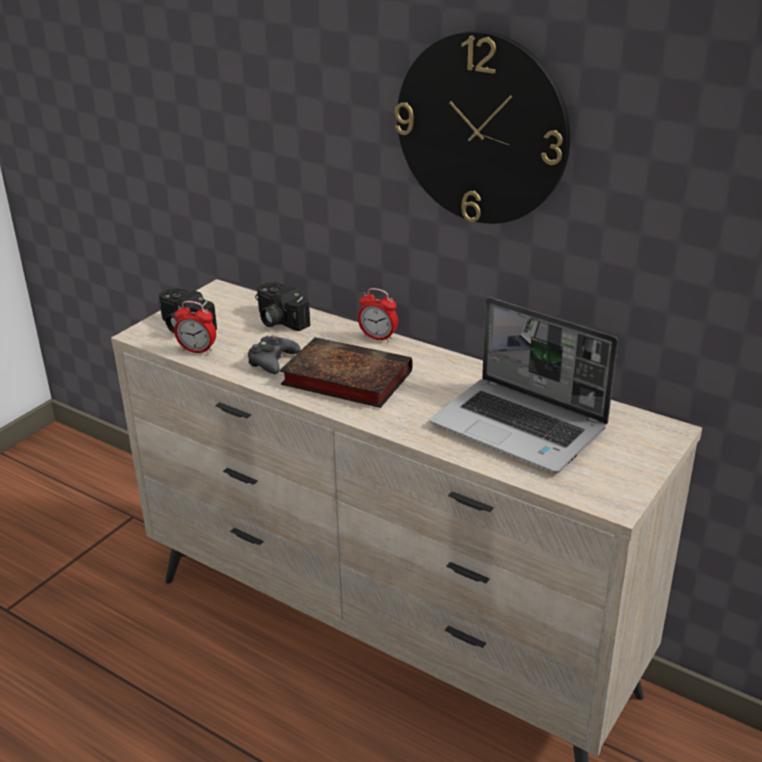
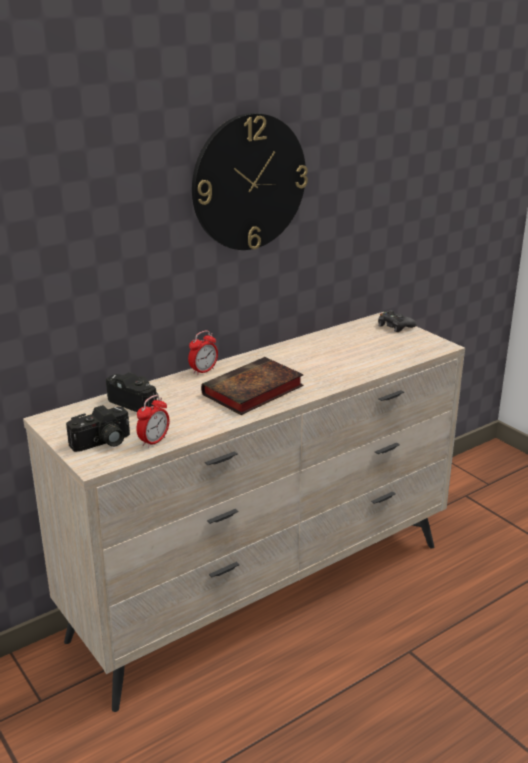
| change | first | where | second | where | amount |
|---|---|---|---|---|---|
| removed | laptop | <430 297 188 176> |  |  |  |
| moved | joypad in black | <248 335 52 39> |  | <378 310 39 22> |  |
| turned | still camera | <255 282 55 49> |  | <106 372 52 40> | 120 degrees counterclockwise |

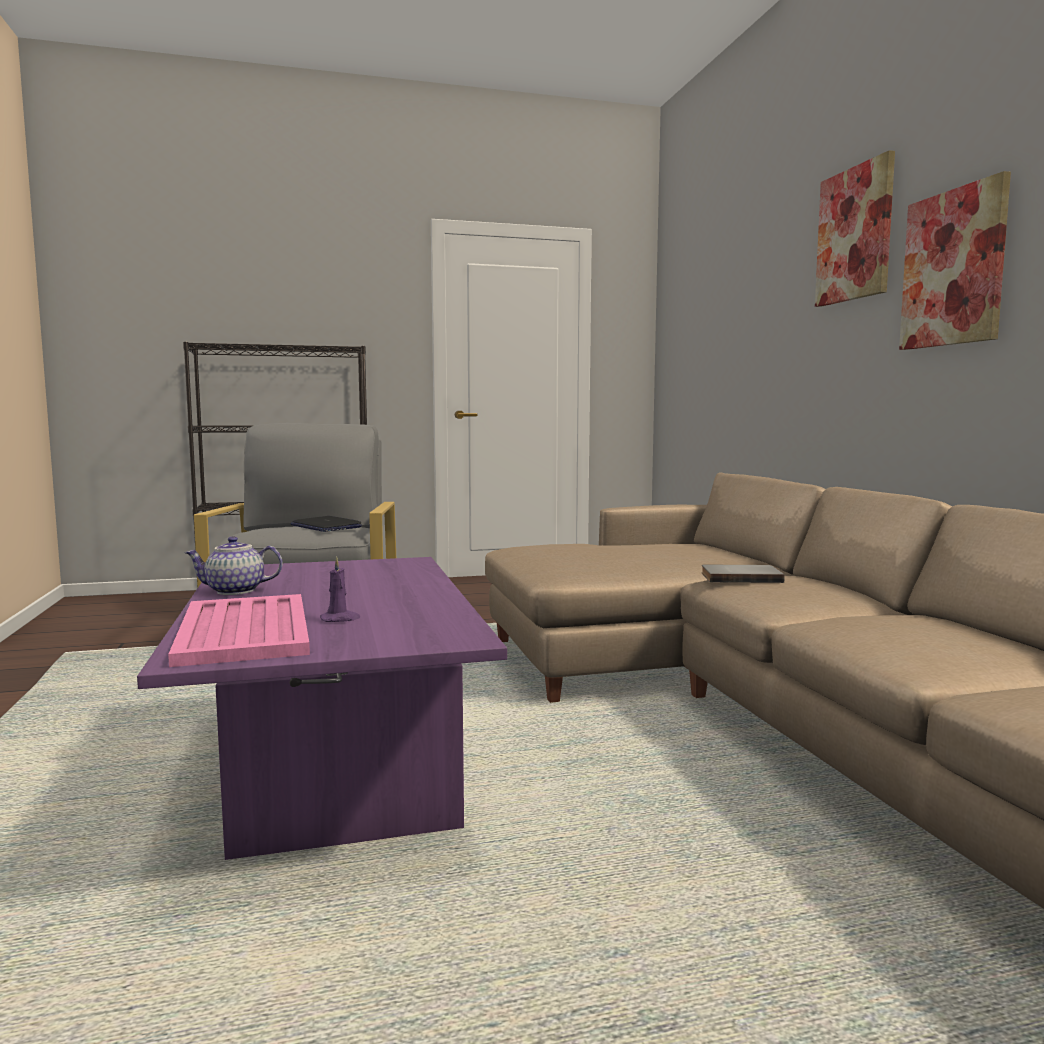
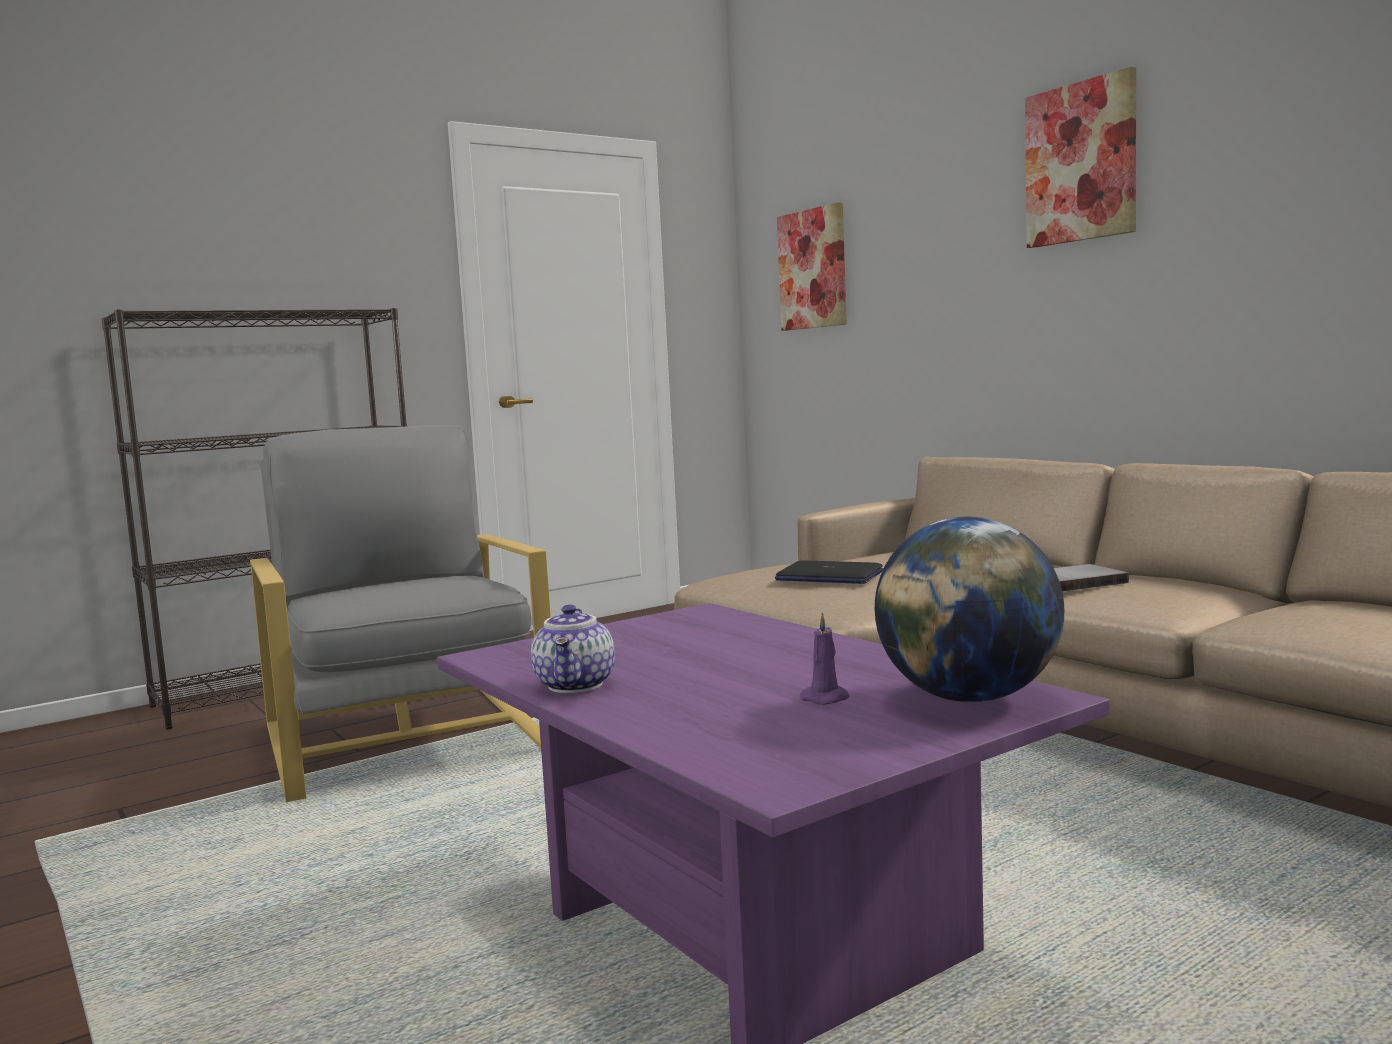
| change | first | where | second | where | amount |
|---|---|---|---|---|---|
| removed | serving tray in pink | <168 594 142 73> |  |  |  |
| added |  |  | desk globe | <875 517 189 186> |  |
| moved | laptop | <290 516 72 16> |  | <775 560 108 24> |  |
| moved | picture | <899 171 112 179> |  | <777 202 70 129> |  |
| turned | tea pot | <185 536 98 59> |  | <531 605 84 88> | 60 degrees counterclockwise |

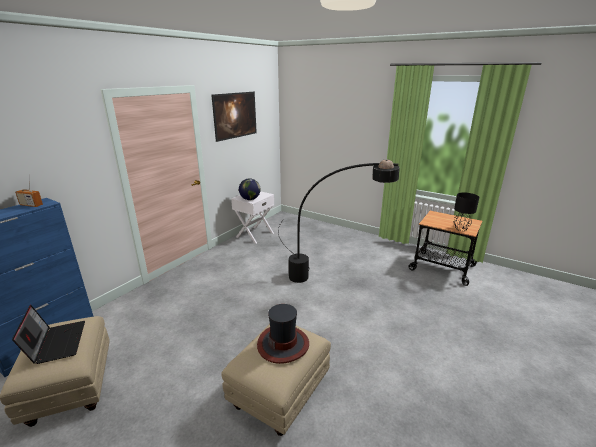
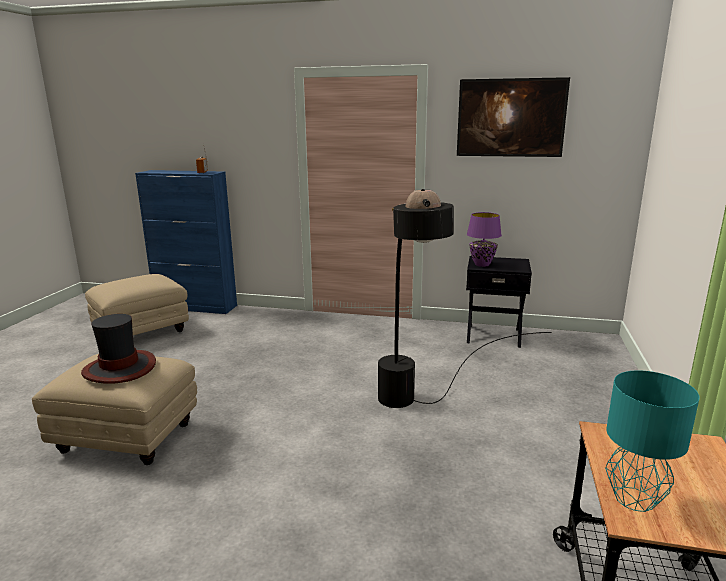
| change | first | where | second | where | amount |
|---|---|---|---|---|---|
| removed | laptop | <12 305 73 59> |  |  |  |
| replaced | desk globe | <239 178 22 22> | tabletop lamp in purple-coloured | <467 212 35 55> |  |
| recoloured | nightstand in whitish | <231 191 43 53> | nightstand in black | <466 256 66 92> |  |
| recoloured | tabletop lamp in black | <453 193 26 38> | tabletop lamp in turquoise-coloured | <605 370 95 142> |  |

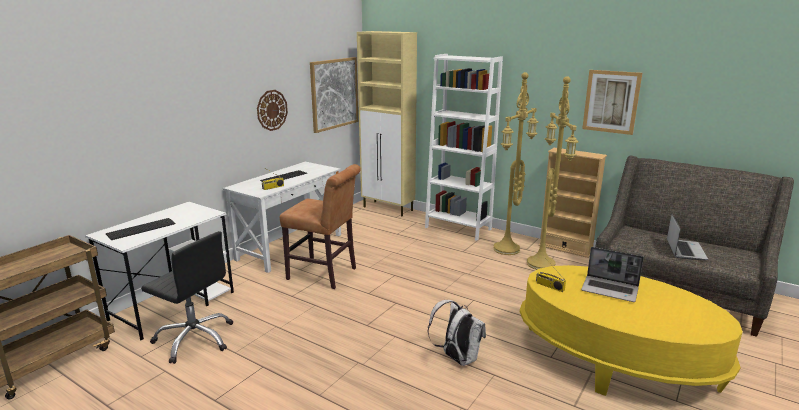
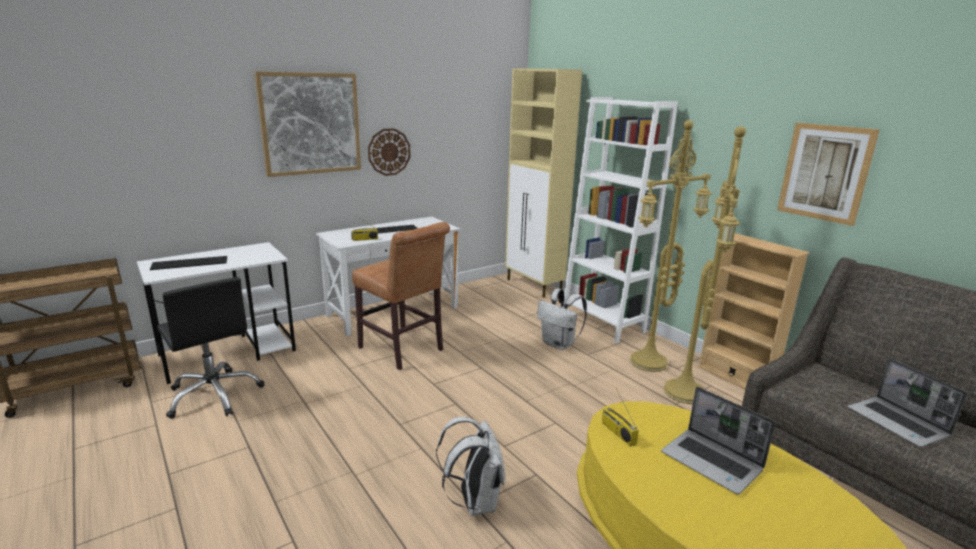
| change | first | where | second | where | amount |
|---|---|---|---|---|---|
| added |  |  | knapsack in whitish | <537 288 50 62> |  |
| moved | picture | <310 57 48 76> |  | <255 71 106 106> |  |
| turned | laptop | <667 214 41 46> |  | <848 358 119 89> | 120 degrees clockwise |

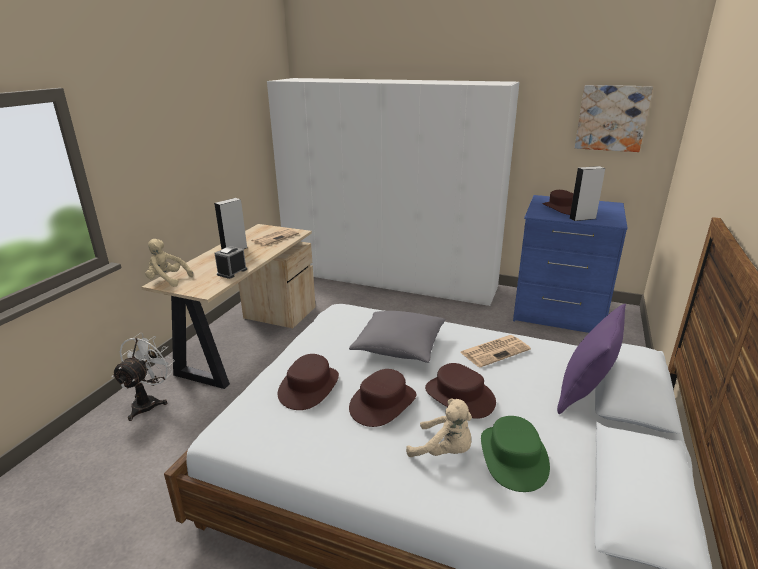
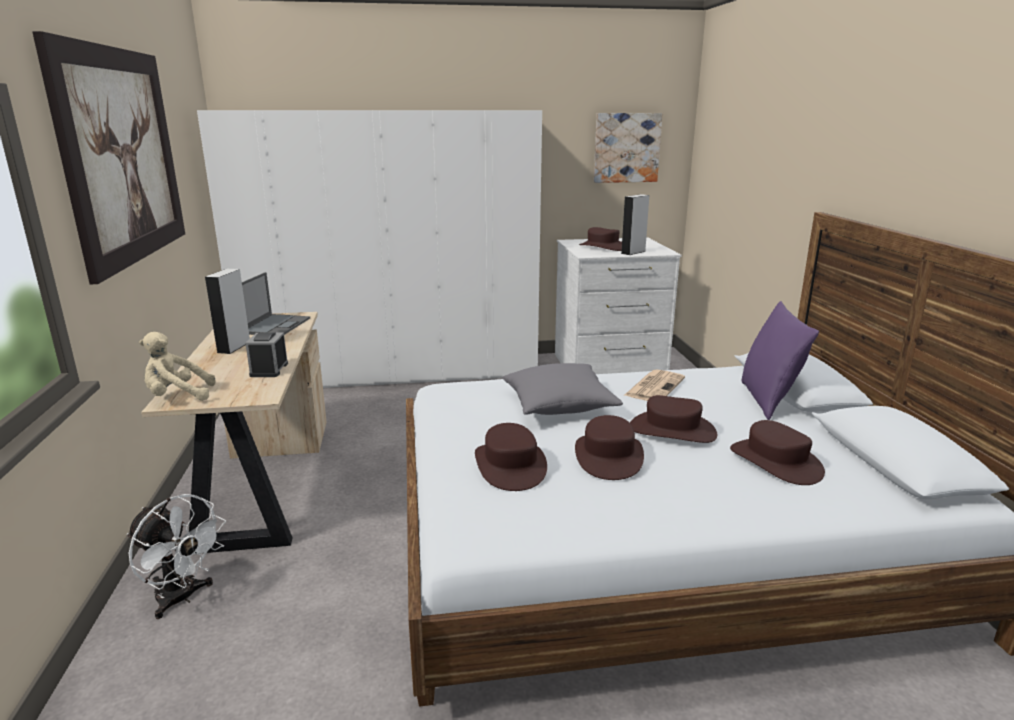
| change | first | where | second | where | amount |
|---|---|---|---|---|---|
| removed | cuddly toy in beige-coloured | <406 399 66 58> |  |  |  |
| added |  |  | picture | <32 31 153 253> |  |
| replaced | daily paper | <251 228 48 18> | laptop | <242 272 68 63> |  |
| recoloured | hat in green-coloured | <481 416 69 76> | hat in brown-coloured | <730 420 95 65> |  |
| recoloured | dresser in blue-coloured | <513 195 115 138> | dresser in whitish | <555 237 126 137> |  |
| turned | fan in whitish | <112 333 62 88> |  | <127 494 99 125> | 135 degrees clockwise |

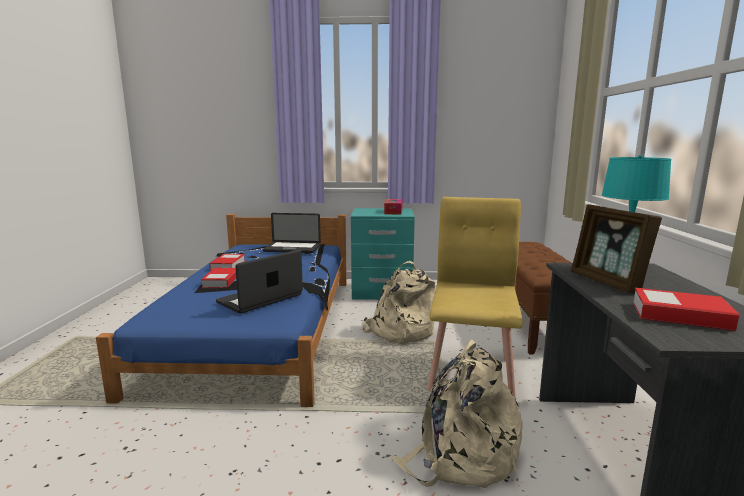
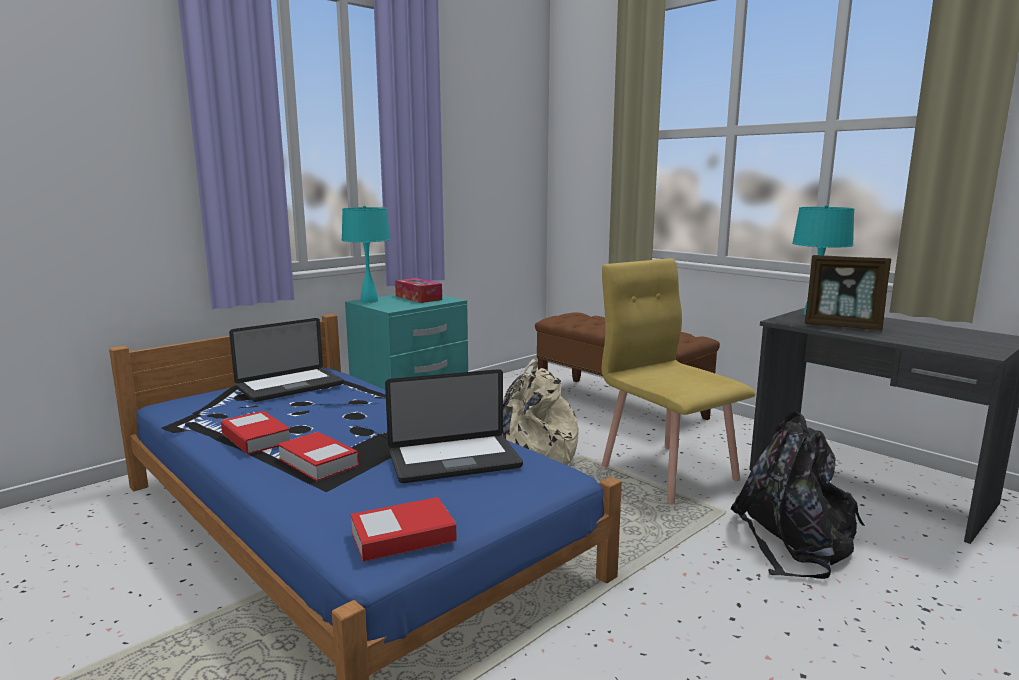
| change | first | where | second | where | amount |
|---|---|---|---|---|---|
| added |  |  | tabletop lamp in turquoise-coloured | <342 206 49 97> |  |
| moved | volume | <633 288 106 43> |  | <350 497 107 65> |  |
| recoloured | knapsack in beige-coloured | <391 339 131 149> | knapsack in black | <731 412 134 167> |  |
| turned | laptop | <216 250 87 64> |  | <385 369 138 114> | 105 degrees counterclockwise |

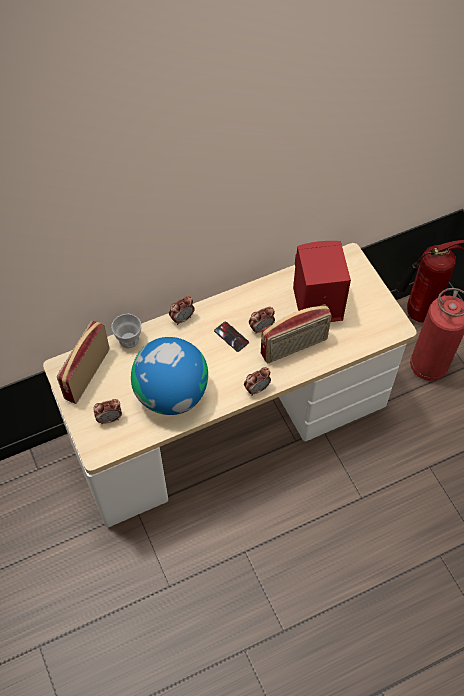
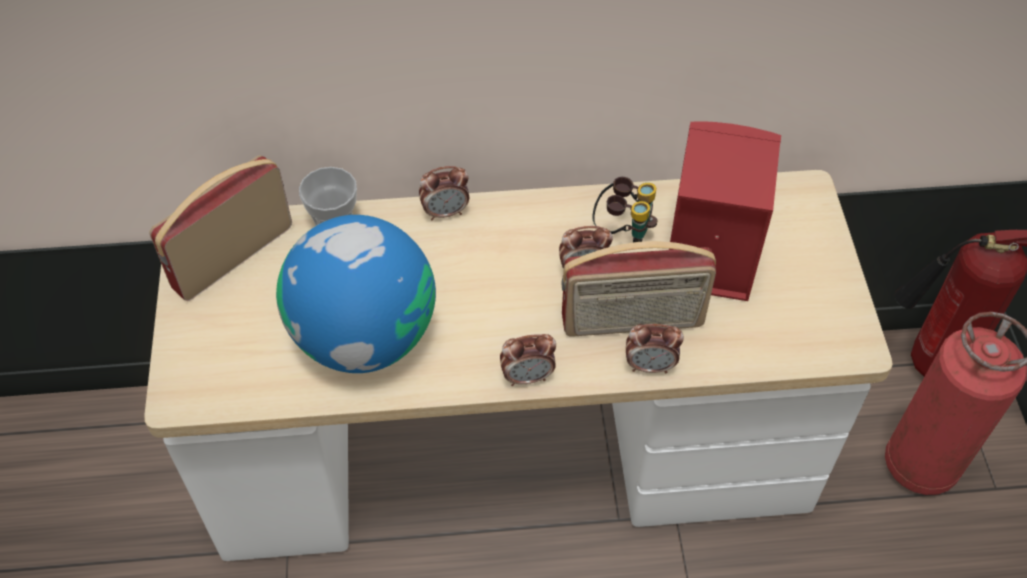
| change | first | where | second | where | amount |
|---|---|---|---|---|---|
| removed | handset | <214 321 35 31> |  |  |  |
| added |  |  | field glasses | <593 177 64 65> |  |
| moved | table clock | <93 399 29 25> |  | <626 324 58 49> |  |

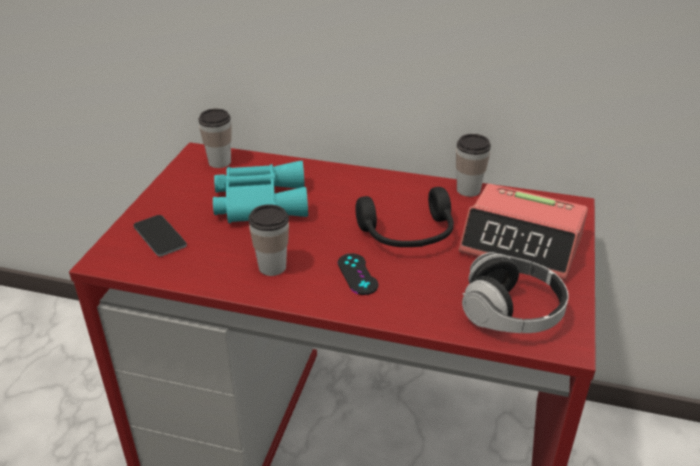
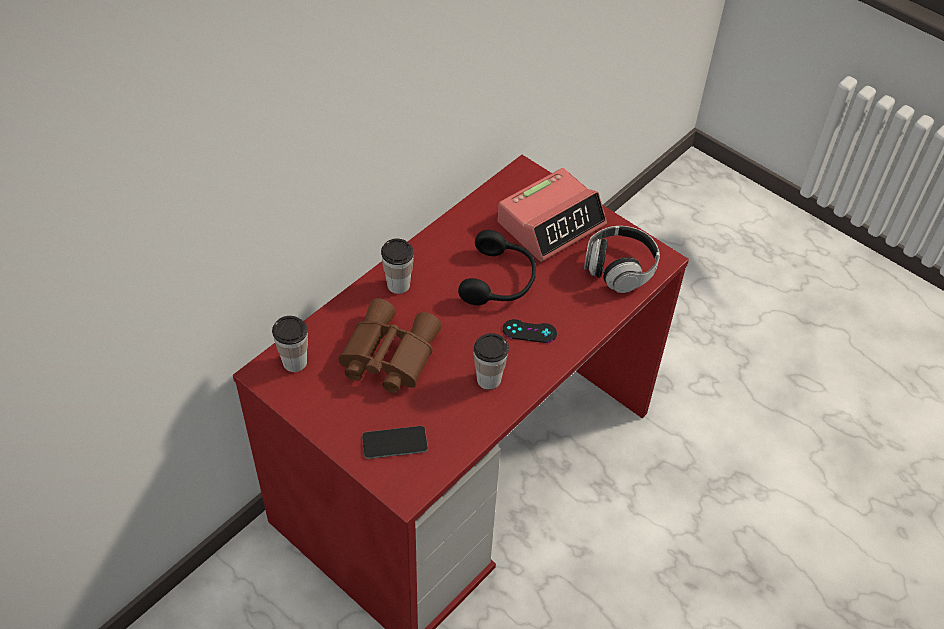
| change | first | where | second | where | amount |
|---|---|---|---|---|---|
| moved | small cup | <456 134 35 63> |  | <381 239 33 55> |  |
| recoloured | field glasses in turquoise-coloured | <213 161 95 62> | field glasses in brown-coloured | <338 298 104 95> |  |

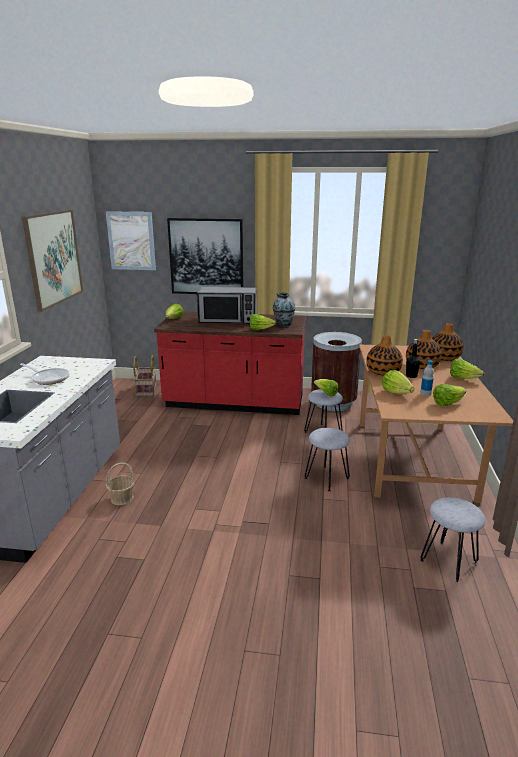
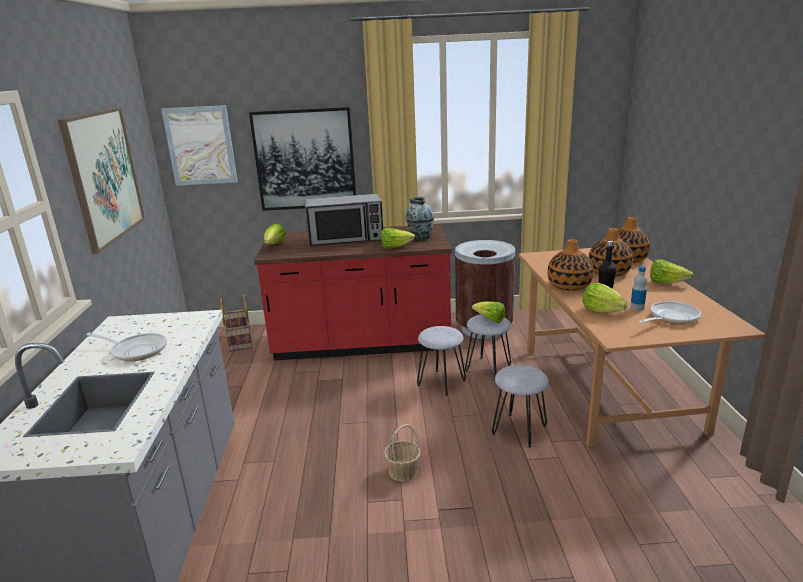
| change | first | where | second | where | amount |
|---|---|---|---|---|---|
| moved | household basket | <106 463 29 42> |  | <384 424 37 58> |  |
| moved | stool in gray | <420 497 66 86> |  | <417 326 49 70> |  |
| replaced | lettuce head | <433 384 33 22> | pan | <638 301 63 23> |  |

